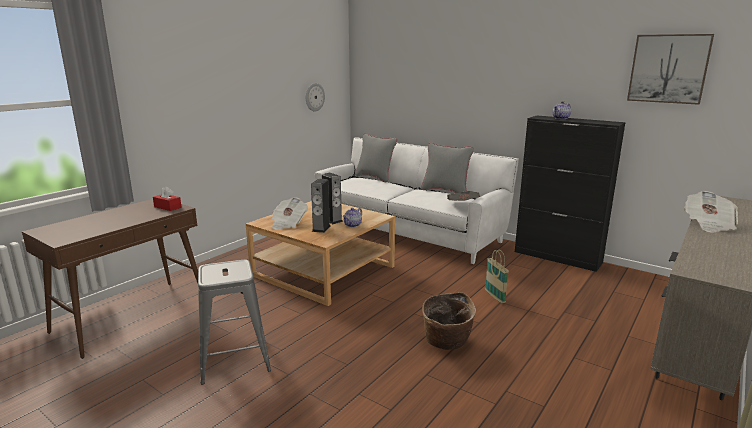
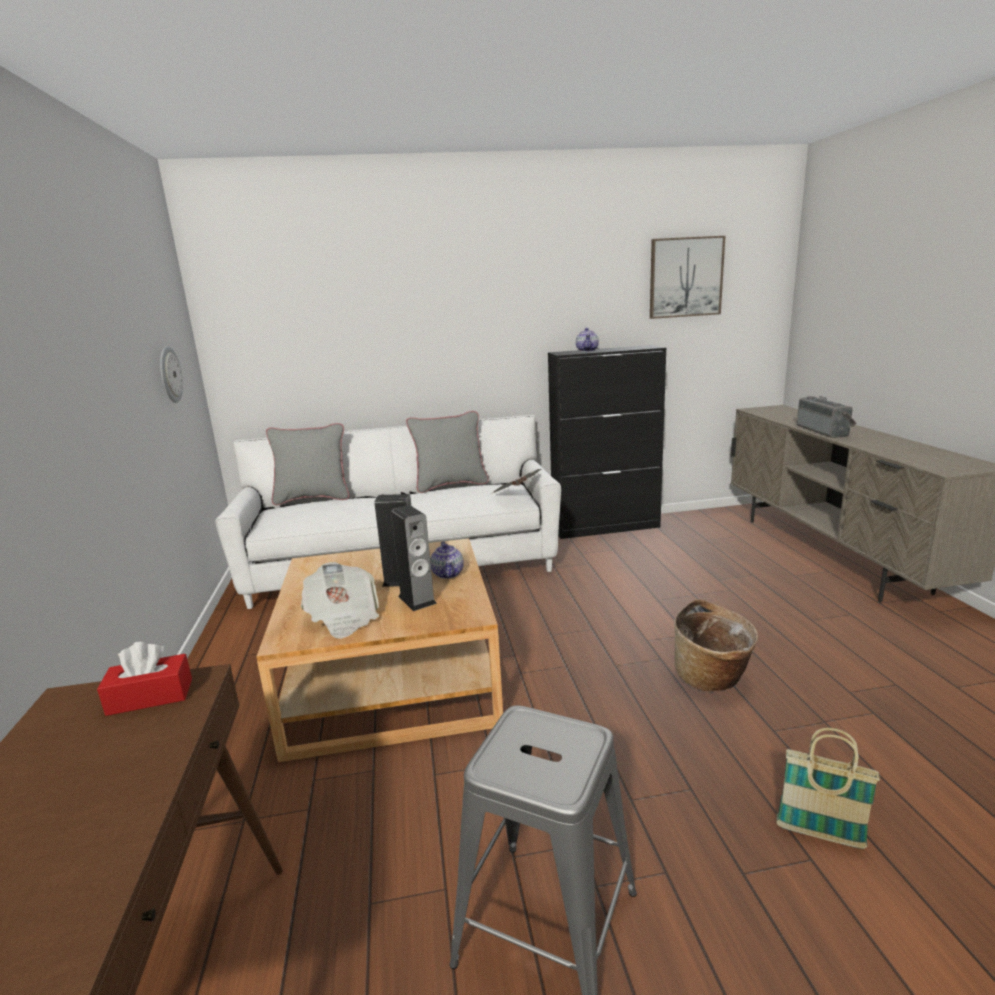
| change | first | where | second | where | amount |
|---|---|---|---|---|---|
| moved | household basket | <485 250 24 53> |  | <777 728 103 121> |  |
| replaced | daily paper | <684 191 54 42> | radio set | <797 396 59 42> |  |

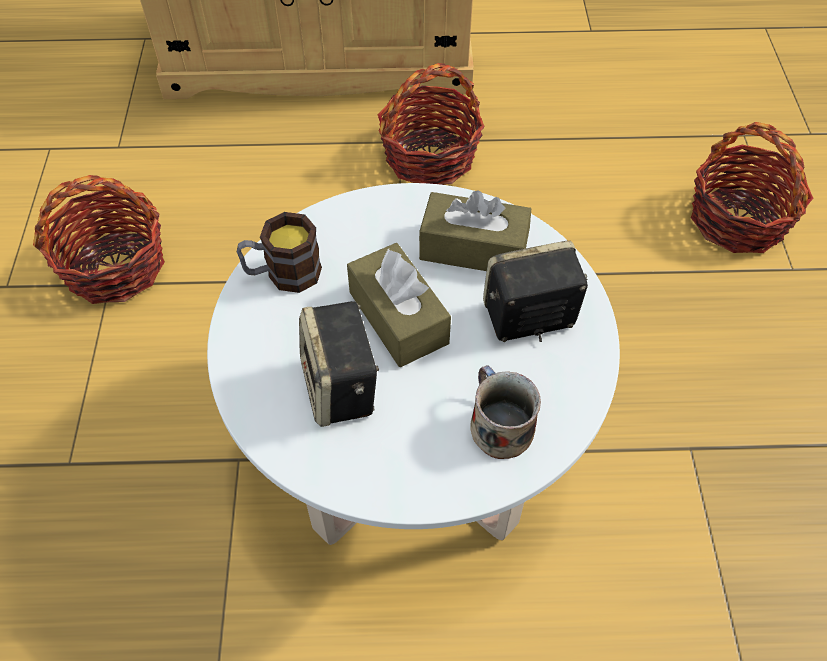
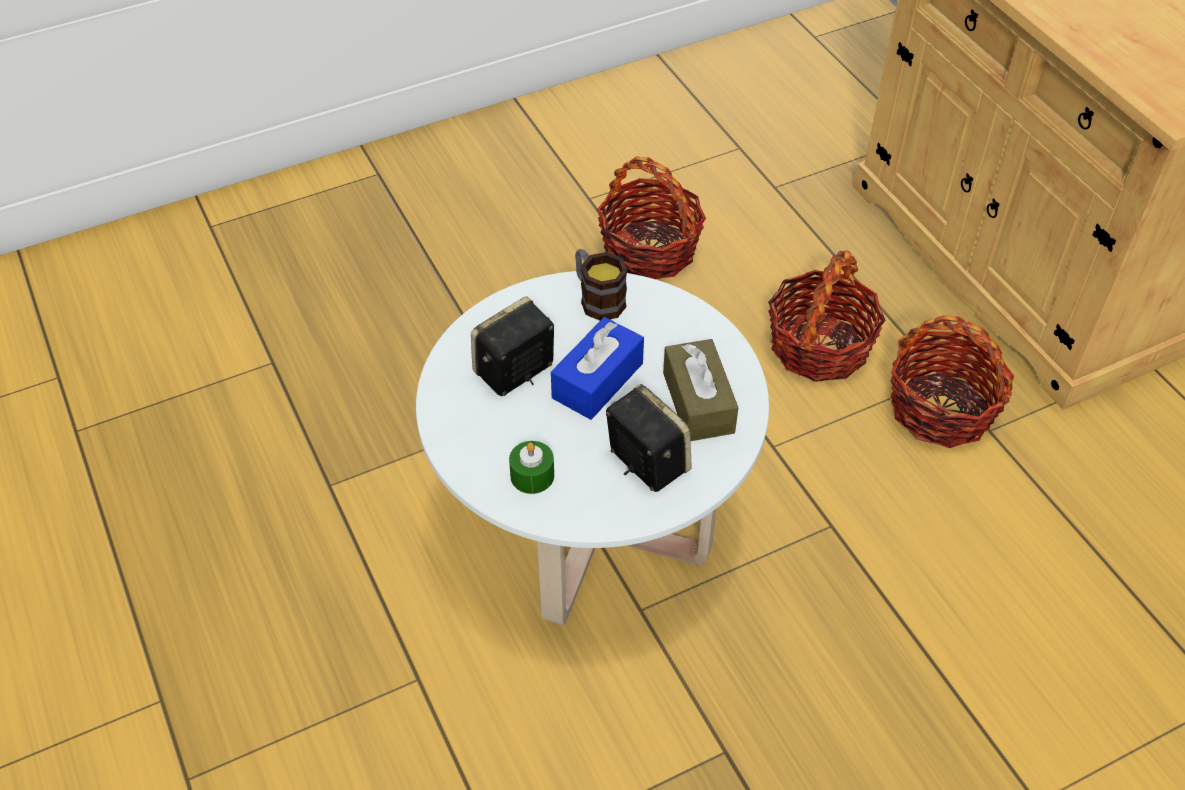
| change | first | where | second | where | amount |
|---|---|---|---|---|---|
| moved | household basket | <691 122 123 131> |  | <768 250 118 132> |  |
| replaced | coffee mug | <470 365 71 94> | wax candle in green-coloured | <509 441 45 53> |  |
| recoloured | tissue box in brown-coloured | <347 243 104 124> | tissue box in blue-coloured | <551 317 93 103> |  |

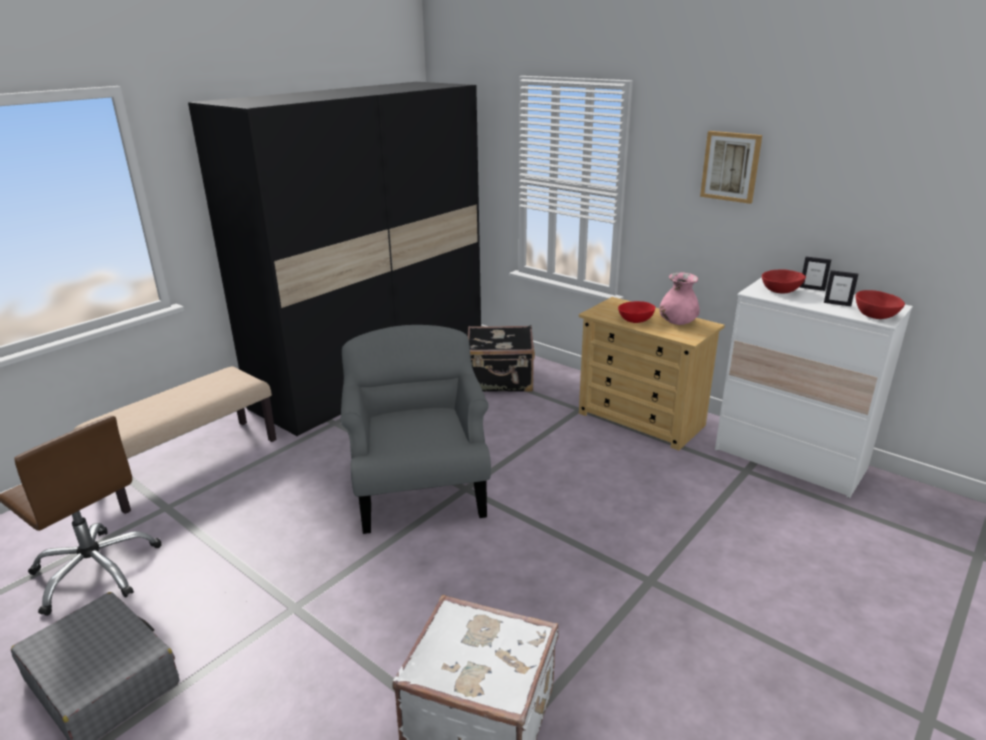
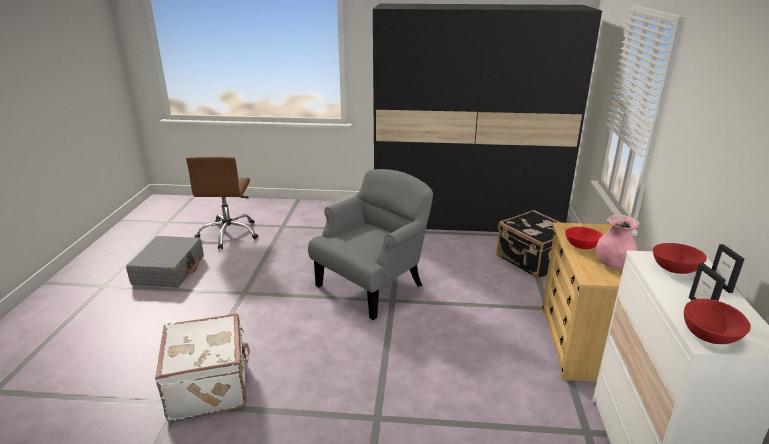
| change | first | where | second | where | amount |
|---|---|---|---|---|---|
| removed | bench in beige-coloured | <74 366 202 148> |  |  |  |
| removed | picture | <700 131 62 73> |  |  |  |

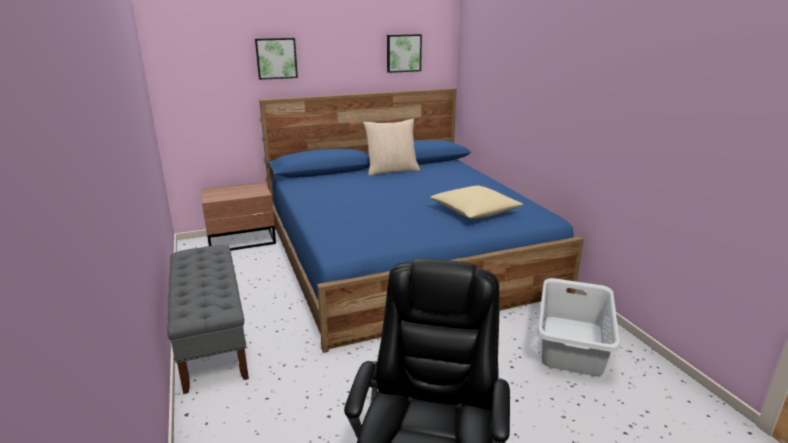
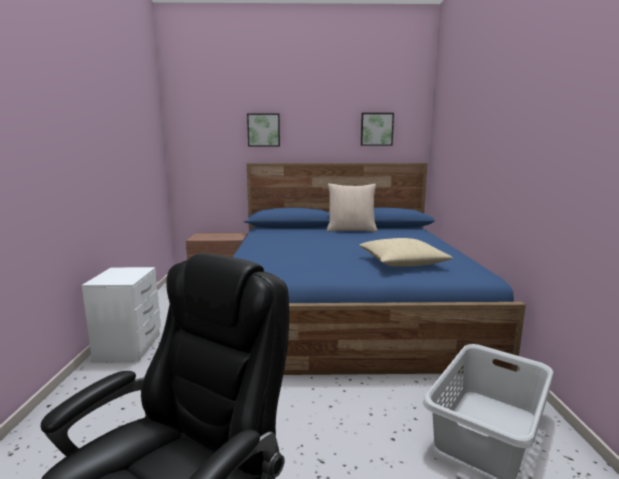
| change | first | where | second | where | amount |
|---|---|---|---|---|---|
| replaced | bench in gray | <167 245 82 149> | nightstand in whitish | <82 267 79 94> |  |

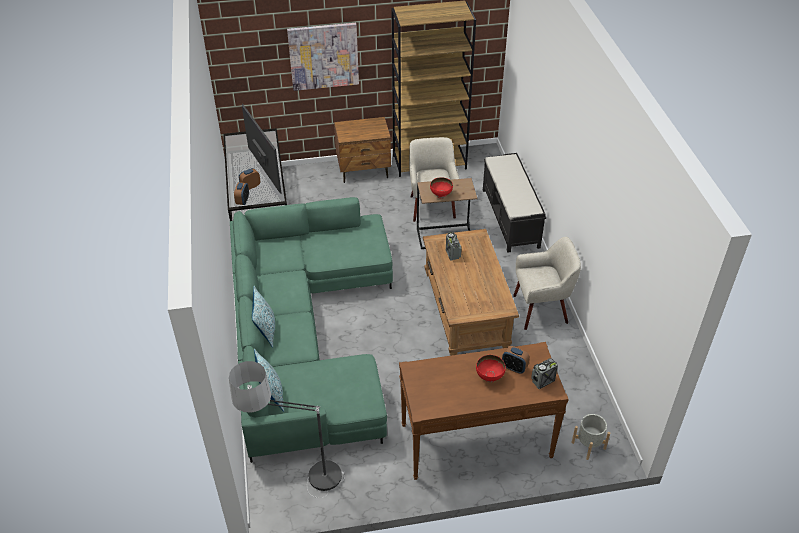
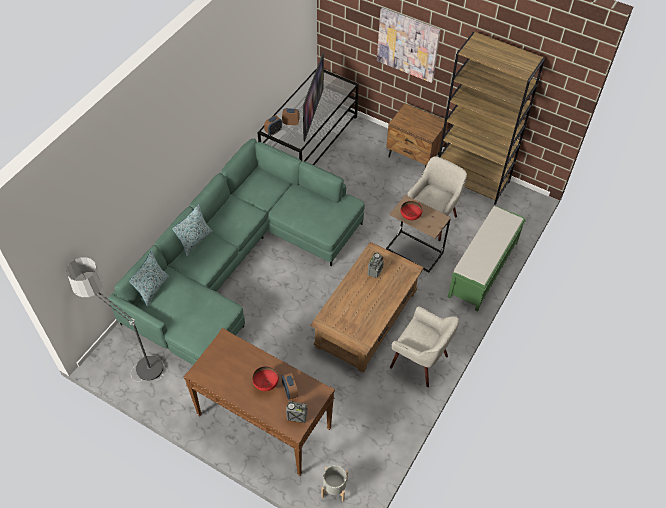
| change | first | where | second | where | amount |
|---|---|---|---|---|---|
| recoloured | bench in black | <483 153 63 100> | bench in green-coloured | <448 206 78 105> |  |

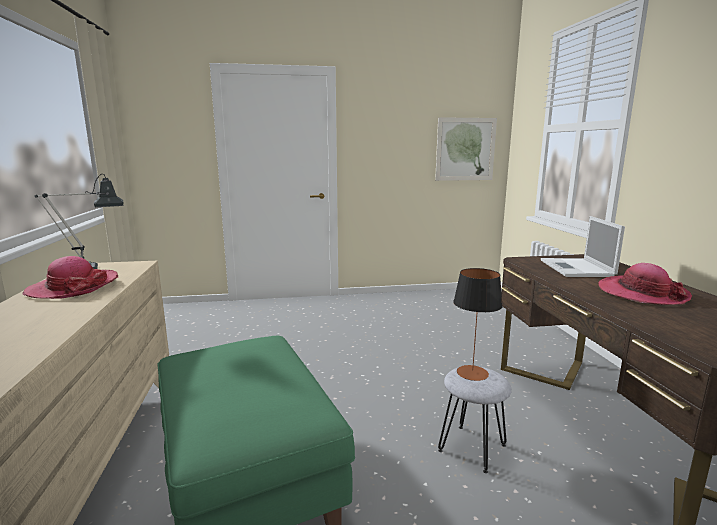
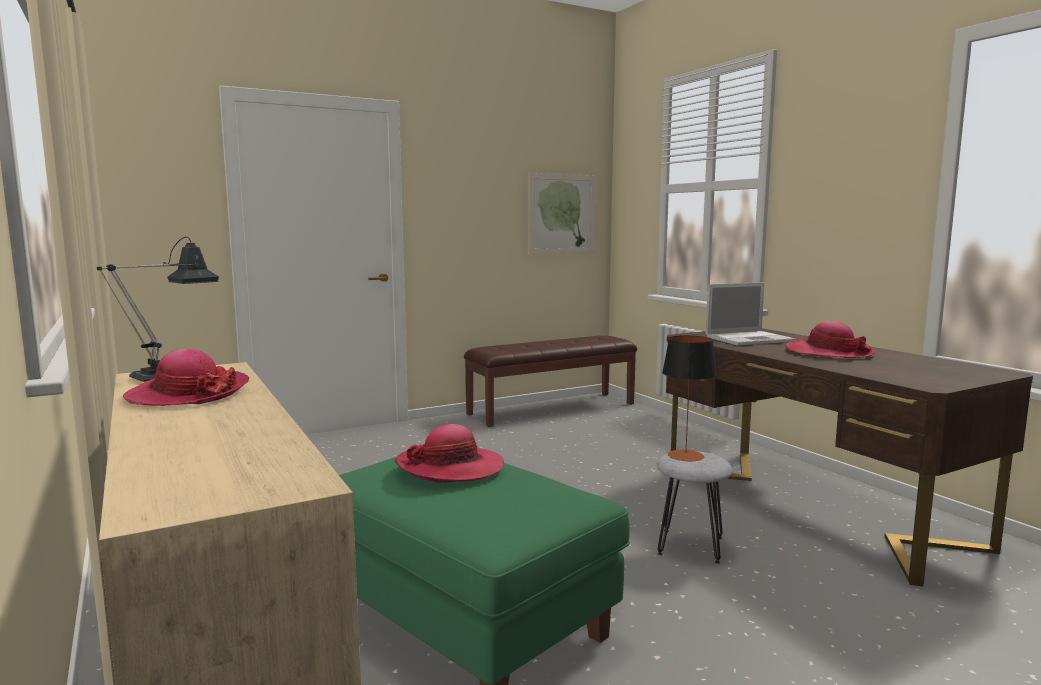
| change | first | where | second | where | amount |
|---|---|---|---|---|---|
| added |  |  | hat | <395 424 109 59> |  |
| added |  |  | bench in brown-coloured | <464 335 173 92> |  |
| turned | laptop | <541 216 84 61> |  | <706 282 89 64> | 90 degrees counterclockwise |

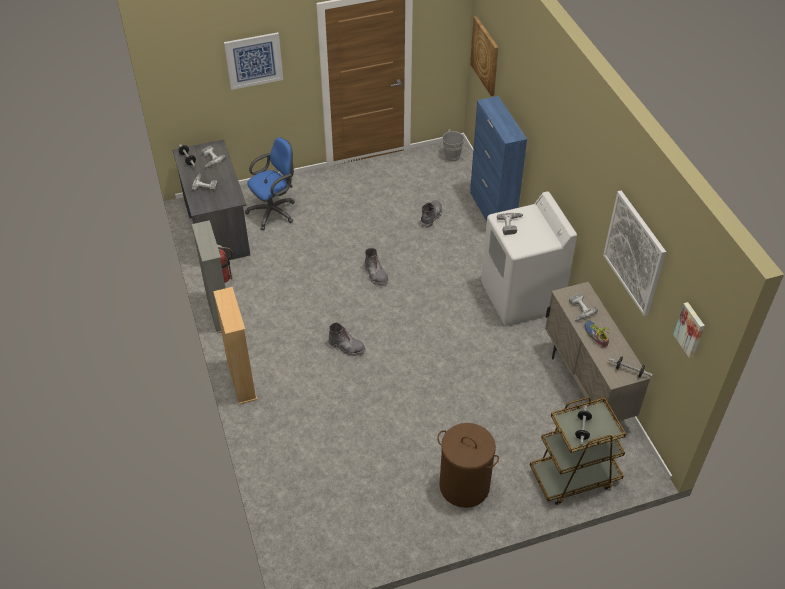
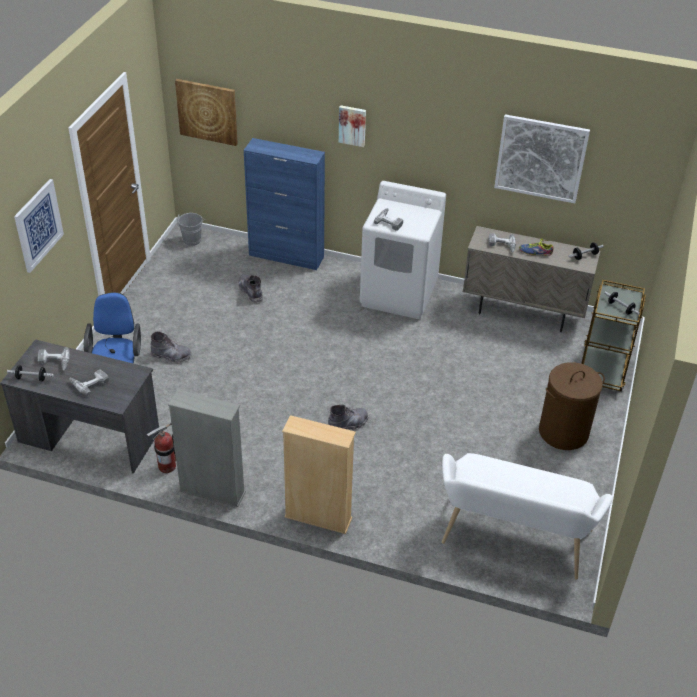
| change | first | where | second | where | amount |
|---|---|---|---|---|---|
| added |  |  | bench in whitish | <442 453 171 126> |  |
| moved | tall boot in gray | <365 248 23 38> |  | <150 331 42 32> |  |
| moved | picture | <673 302 32 56> |  | <339 105 27 42> |  |

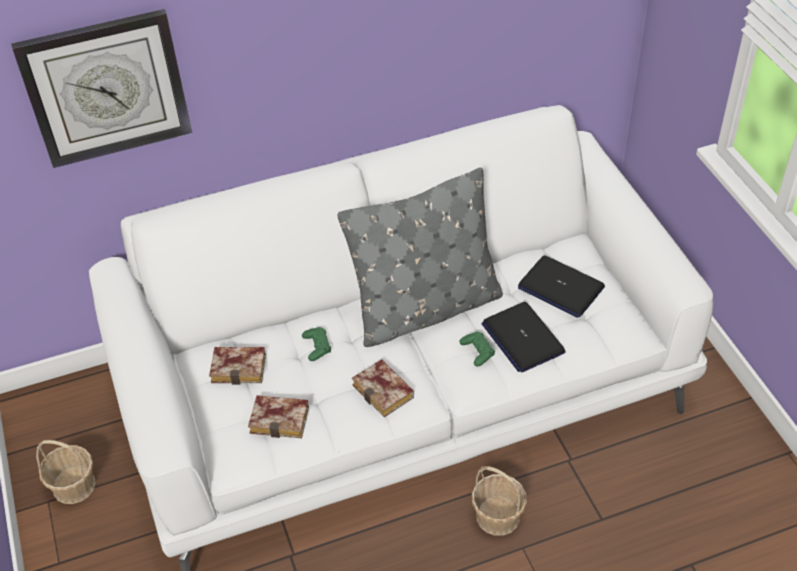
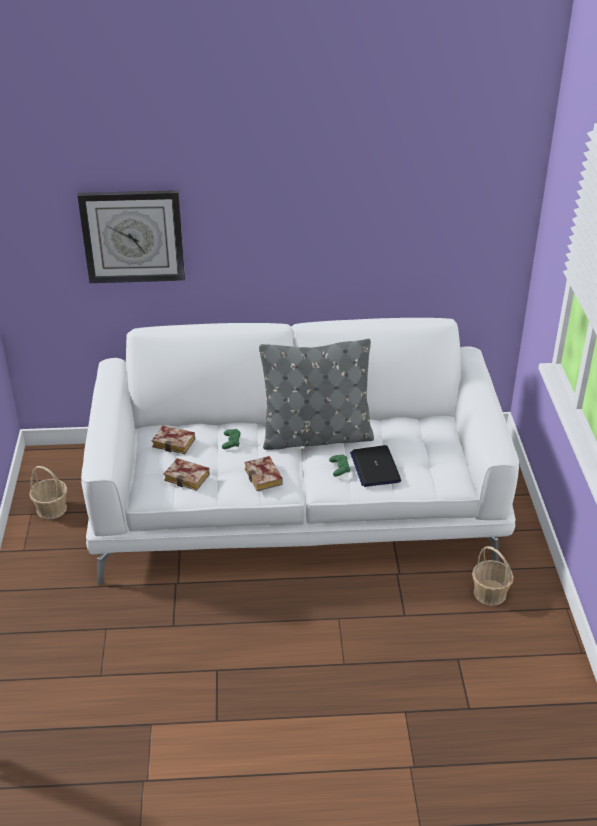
| change | first | where | second | where | amount |
|---|---|---|---|---|---|
| removed | laptop | <518 255 87 63> |  |  |  |
| moved | household basket | <472 466 55 70> |  | <472 546 42 60> |  |

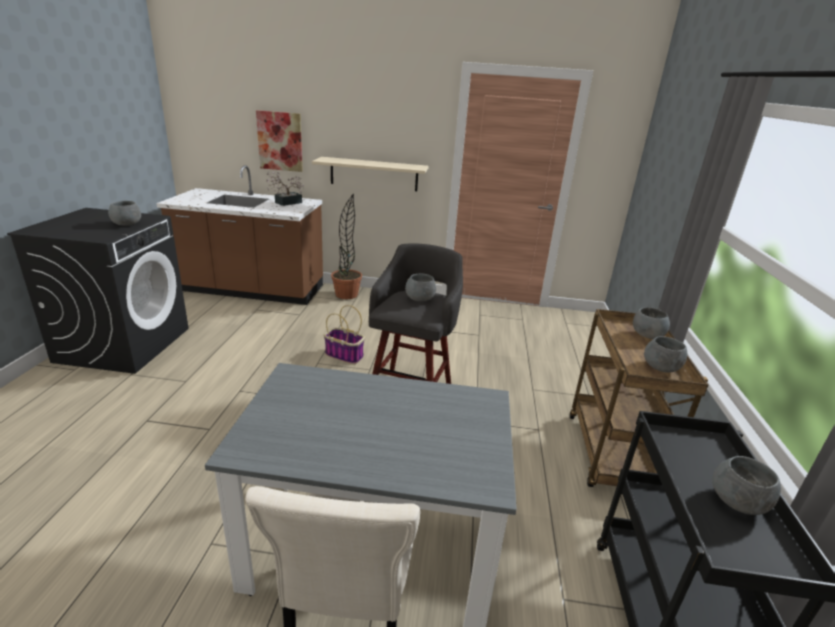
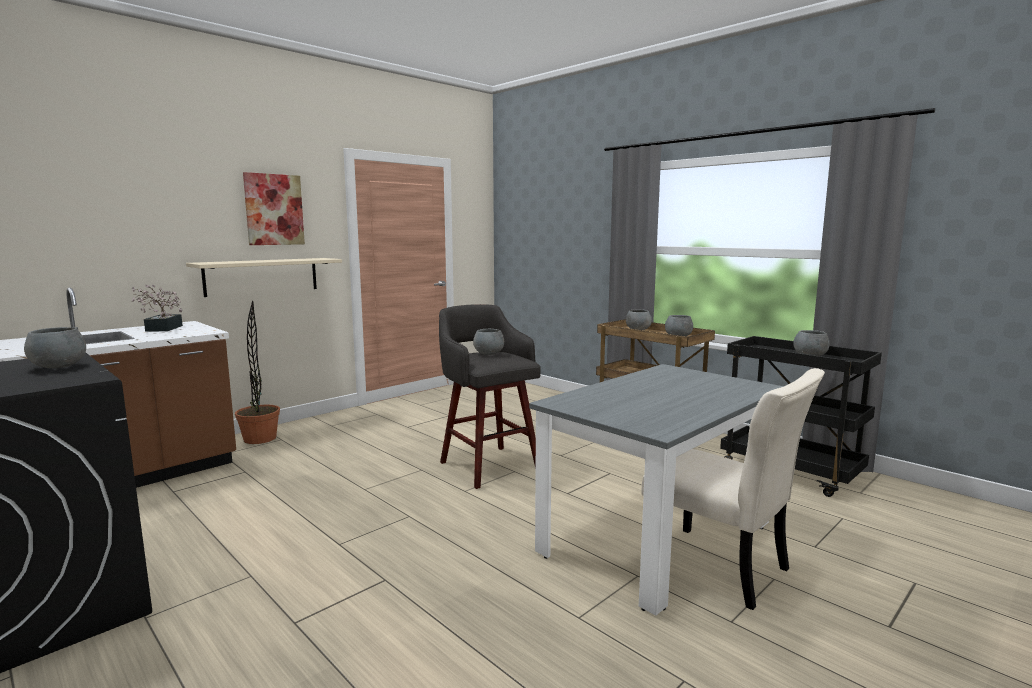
| change | first | where | second | where | amount |
|---|---|---|---|---|---|
| removed | household basket | <324 305 41 59> |  |  |  |
| moved | picture | <256 110 47 62> |  | <243 172 62 73> |  |

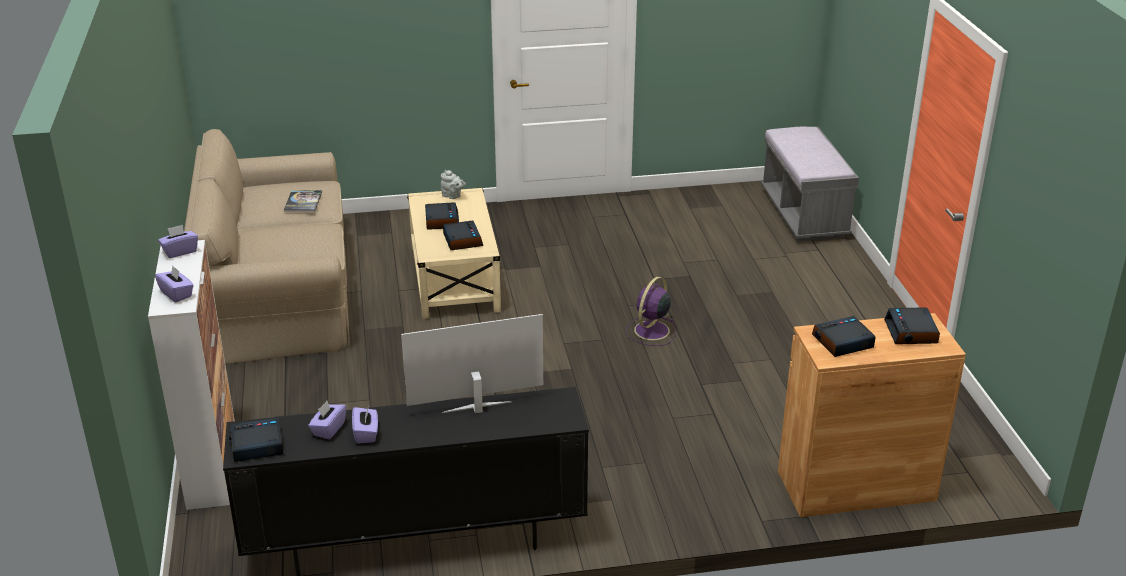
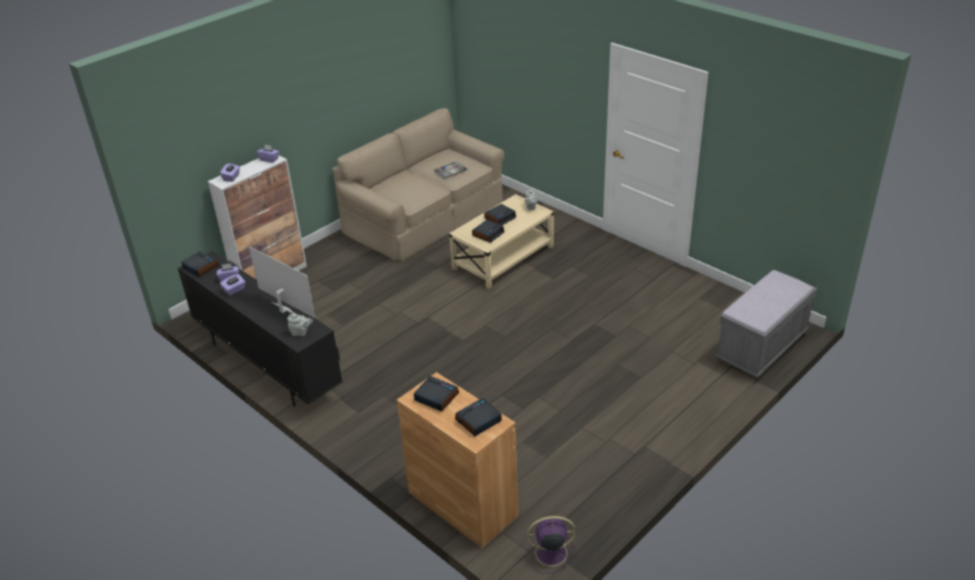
| change | first | where | second | where | amount |
|---|---|---|---|---|---|
| added |  |  | tea pot in gray | <287 313 26 23> |  |
| moved | fan in purple-coloured | <625 277 51 69> |  | <527 516 50 58> |  |

